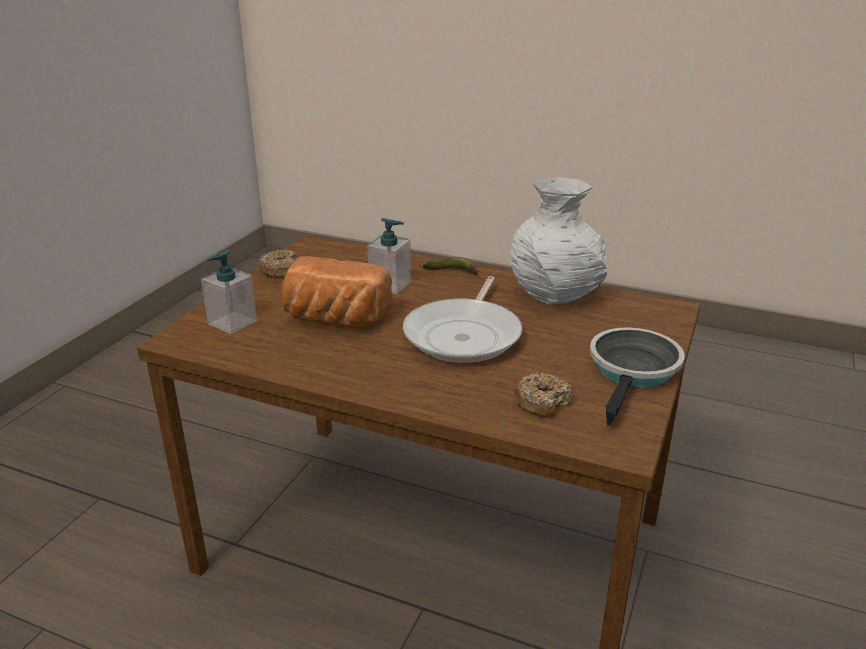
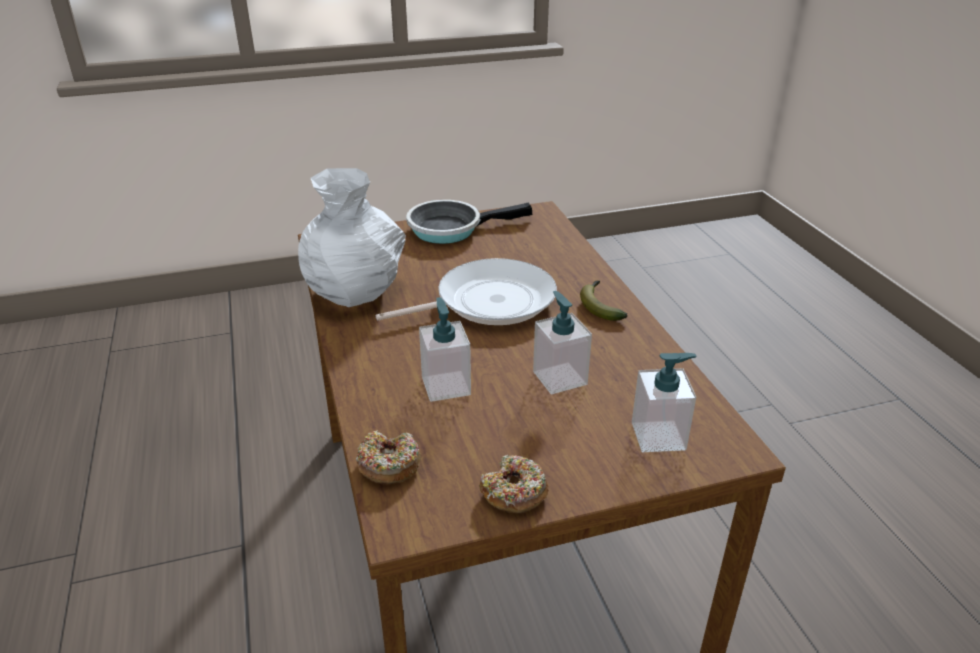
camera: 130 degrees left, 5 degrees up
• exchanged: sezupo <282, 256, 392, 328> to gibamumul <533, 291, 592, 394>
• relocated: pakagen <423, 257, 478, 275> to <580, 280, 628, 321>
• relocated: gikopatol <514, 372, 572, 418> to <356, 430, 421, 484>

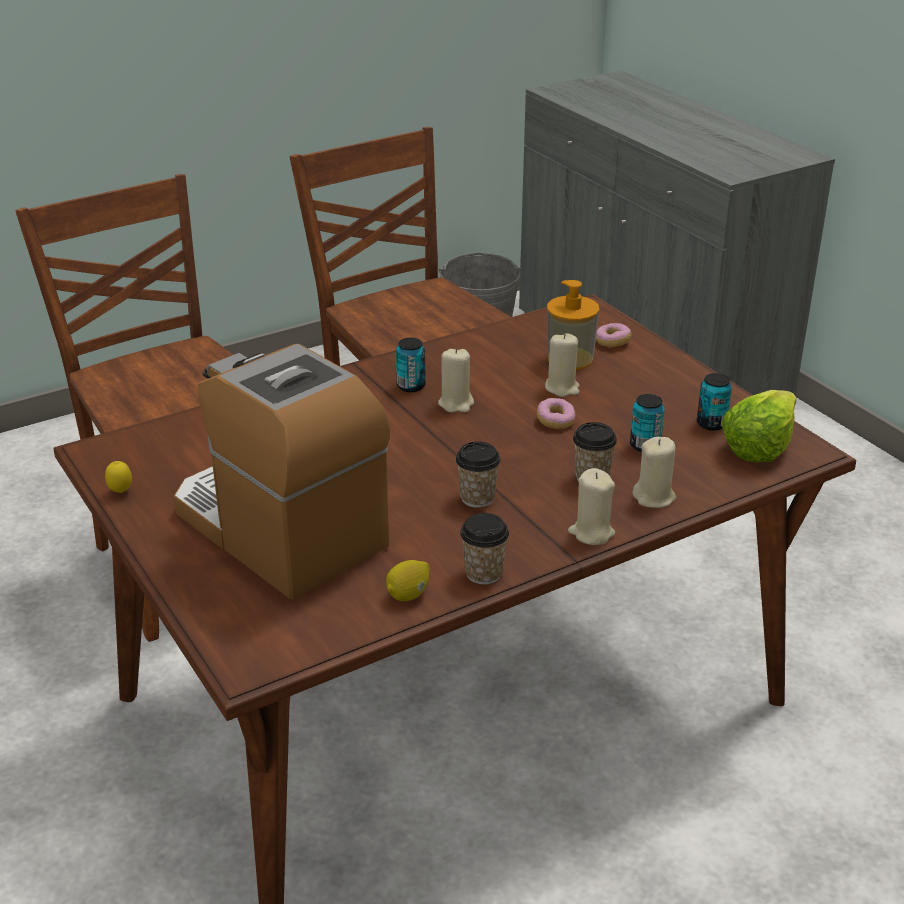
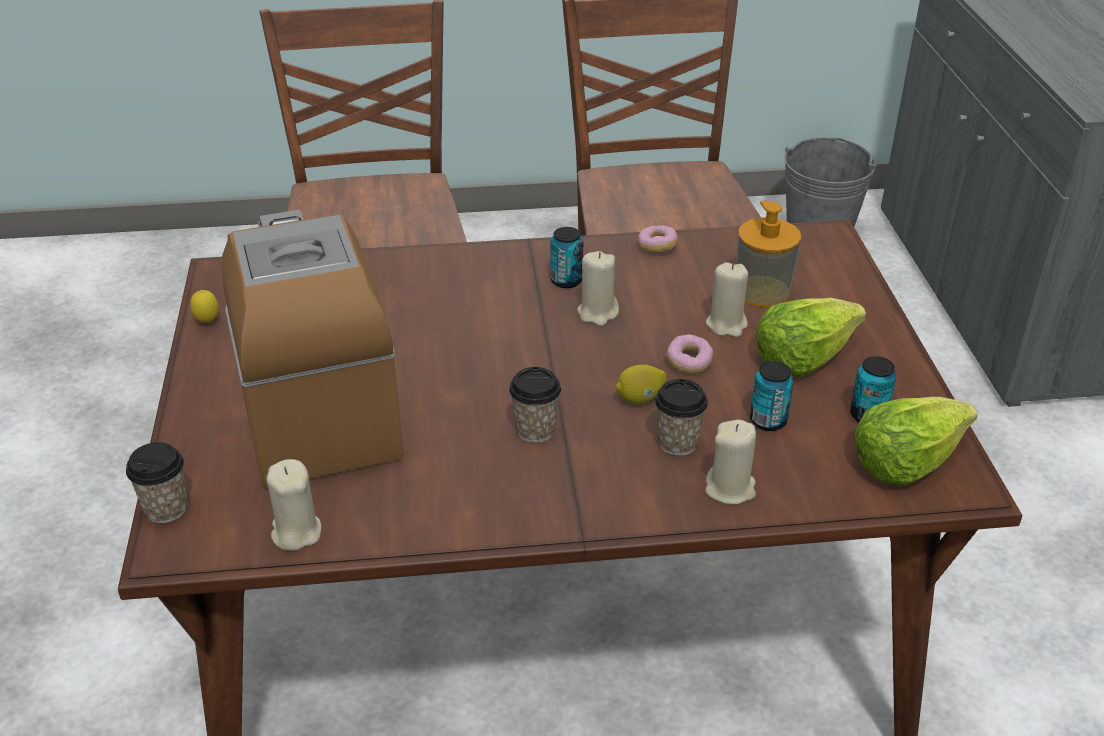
camera: 25 degrees right, 5 degrees up
• relocated: gikopatol <596, 323, 632, 347> to <638, 225, 678, 253>
• relocated: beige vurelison <568, 468, 615, 545> to <266, 459, 321, 551>
• relocated: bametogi <460, 513, 509, 585> to <126, 442, 188, 523>
• relocated: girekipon <386, 560, 430, 601> to <615, 365, 666, 404>
• appeared: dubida <756, 298, 866, 377>

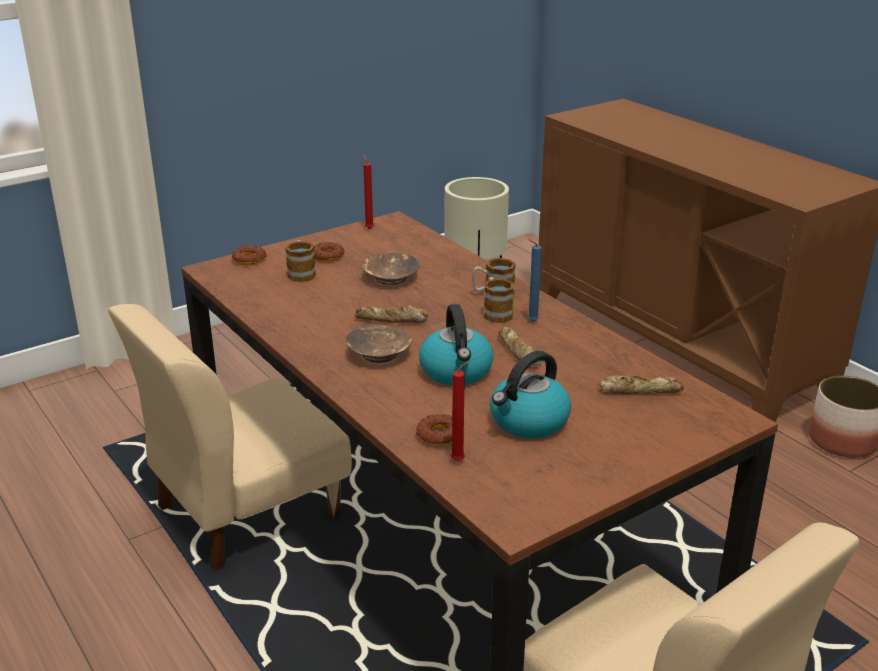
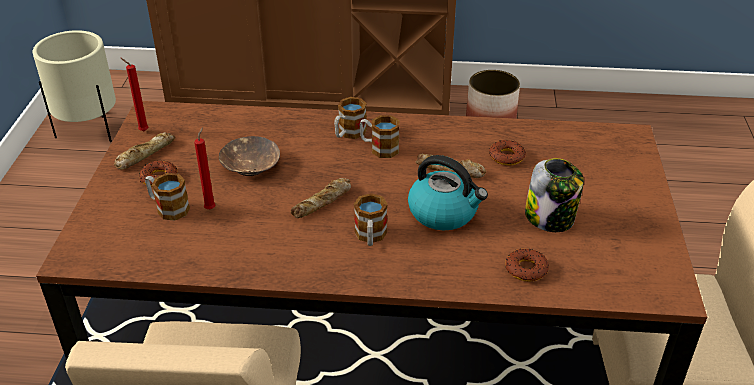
camera: 50 degrees left, 10 degrees up
• missing: blue vurelison <528, 239, 542, 322>
• relocated: gikopatol <232, 245, 266, 265> to <489, 140, 526, 165>
• exchanged: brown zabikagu <346, 325, 412, 363> to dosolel <354, 193, 388, 246>
• exchanged: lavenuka <490, 351, 571, 438> to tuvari <525, 158, 584, 232>
• relocated: red vurelison <451, 361, 470, 461> to <194, 127, 215, 209>
• relocated: sezupo <599, 375, 684, 394> to <114, 132, 175, 169>

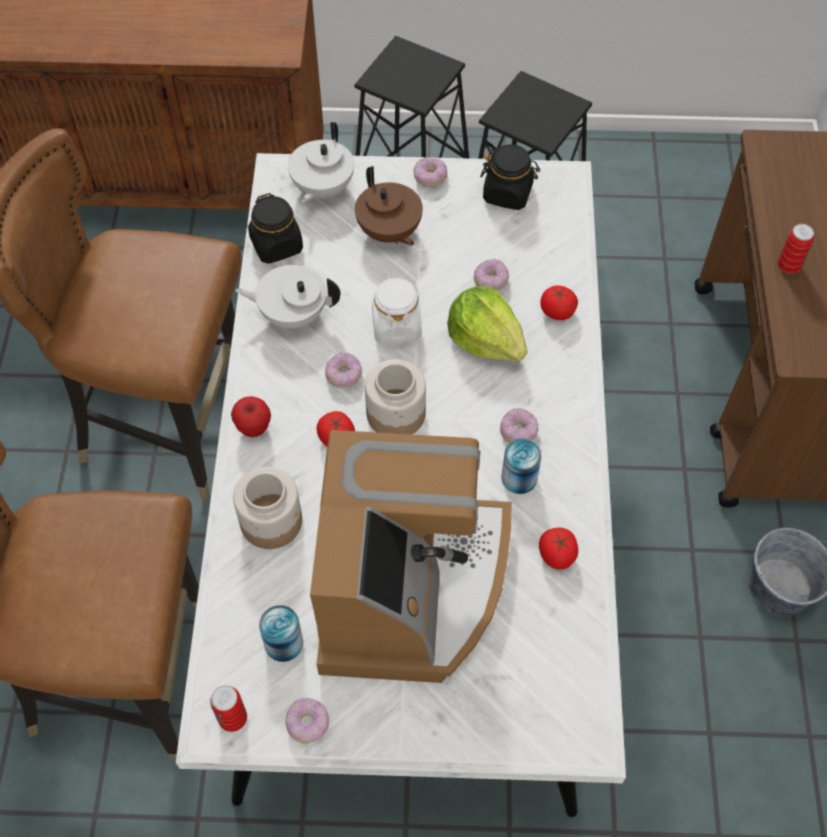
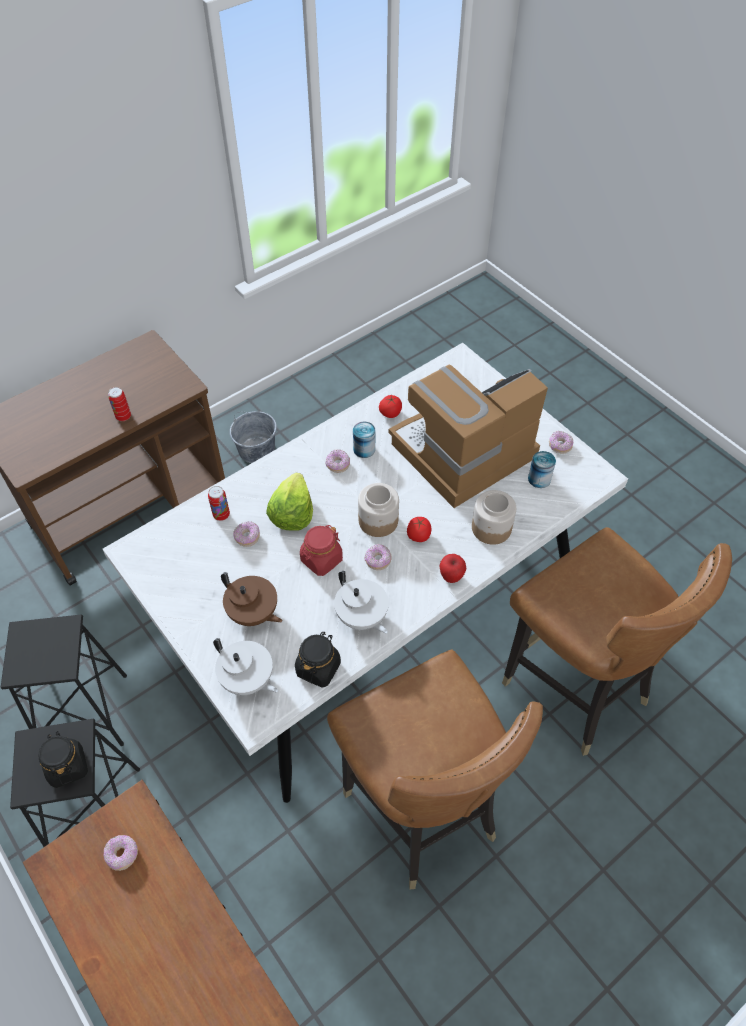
camera: 130 degrees left, 5 degrees down
• spun: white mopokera <288, 122, 354, 202> = <213, 638, 278, 695> 60 degrees clockwise
• relocated: black tuvari <480, 144, 540, 210> to <39, 731, 88, 788>
• relocated: gikopatol <413, 158, 447, 187> to <104, 835, 138, 871>
• spun: brown mopokera <355, 166, 423, 246> = <221, 572, 283, 626> 105 degrees clockwise
• colour: white tuvari <372, 275, 422, 344> to red tuvari <300, 525, 343, 576>
• missing: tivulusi <540, 285, 578, 320>
• relocated: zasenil <210, 685, 247, 732> to <208, 486, 230, 521>

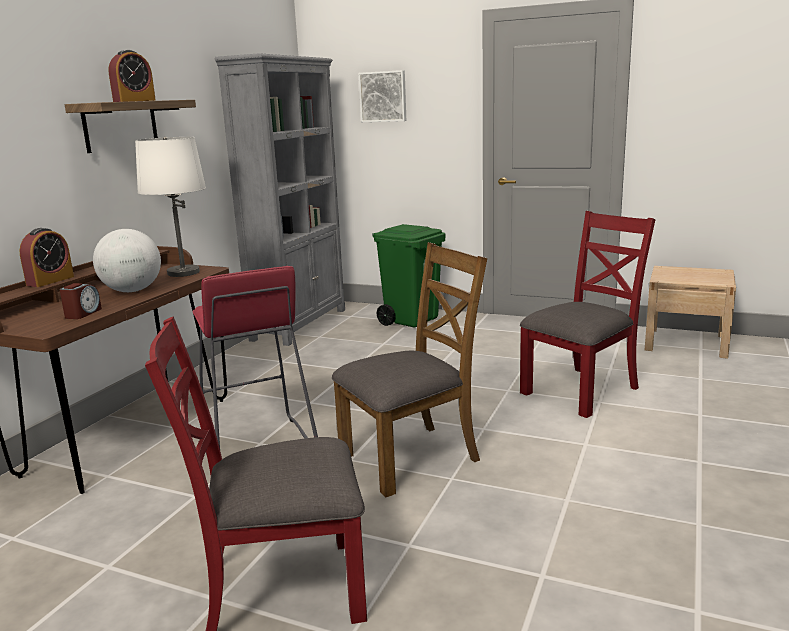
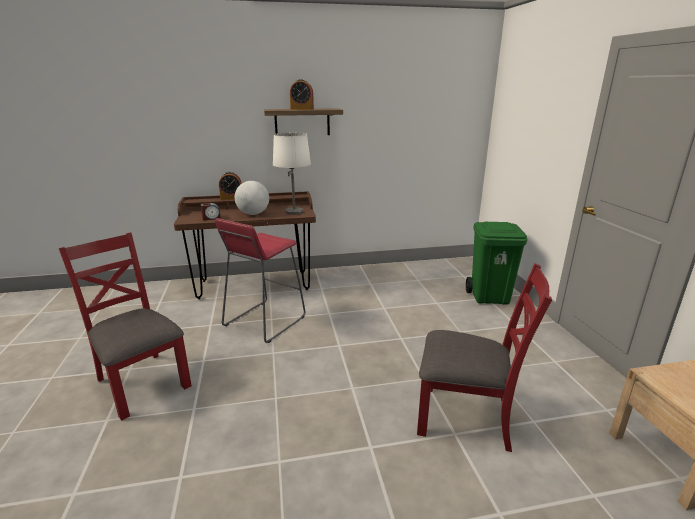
camera: 55 degrees right, 5 degrees up
• missing: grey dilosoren <215, 53, 345, 346>
• missing: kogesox <358, 70, 406, 122>
• missing: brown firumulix <332, 242, 487, 497>

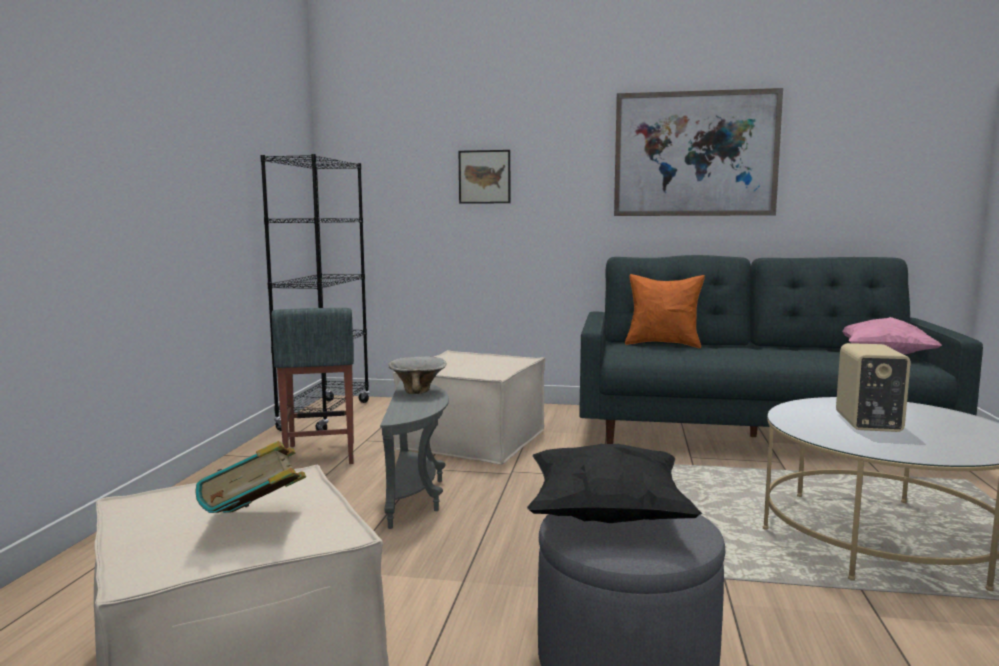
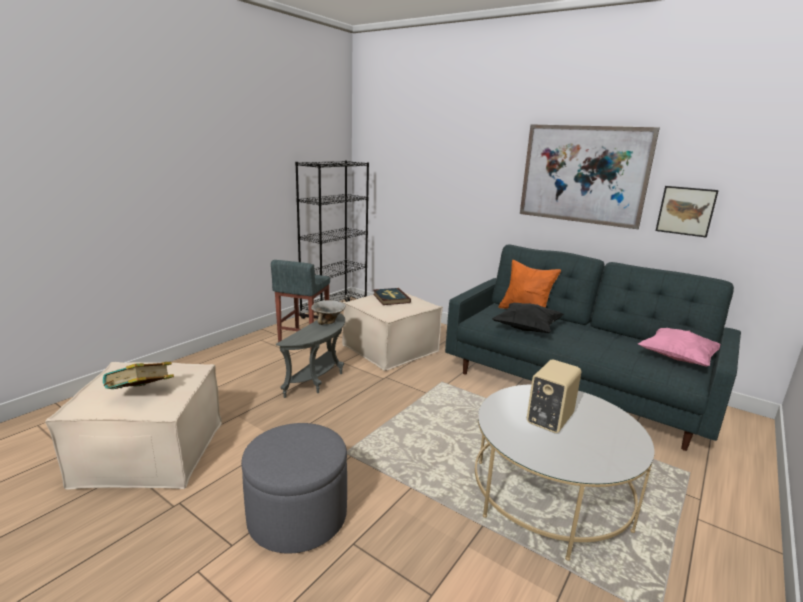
camera: 25 degrees right, 10 degrees up
• relocated: kogesox <459, 150, 510, 204> to <656, 186, 719, 238>
• relocated: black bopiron <527, 444, 702, 523> to <492, 303, 564, 333>
• appeared: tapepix <373, 288, 411, 305>

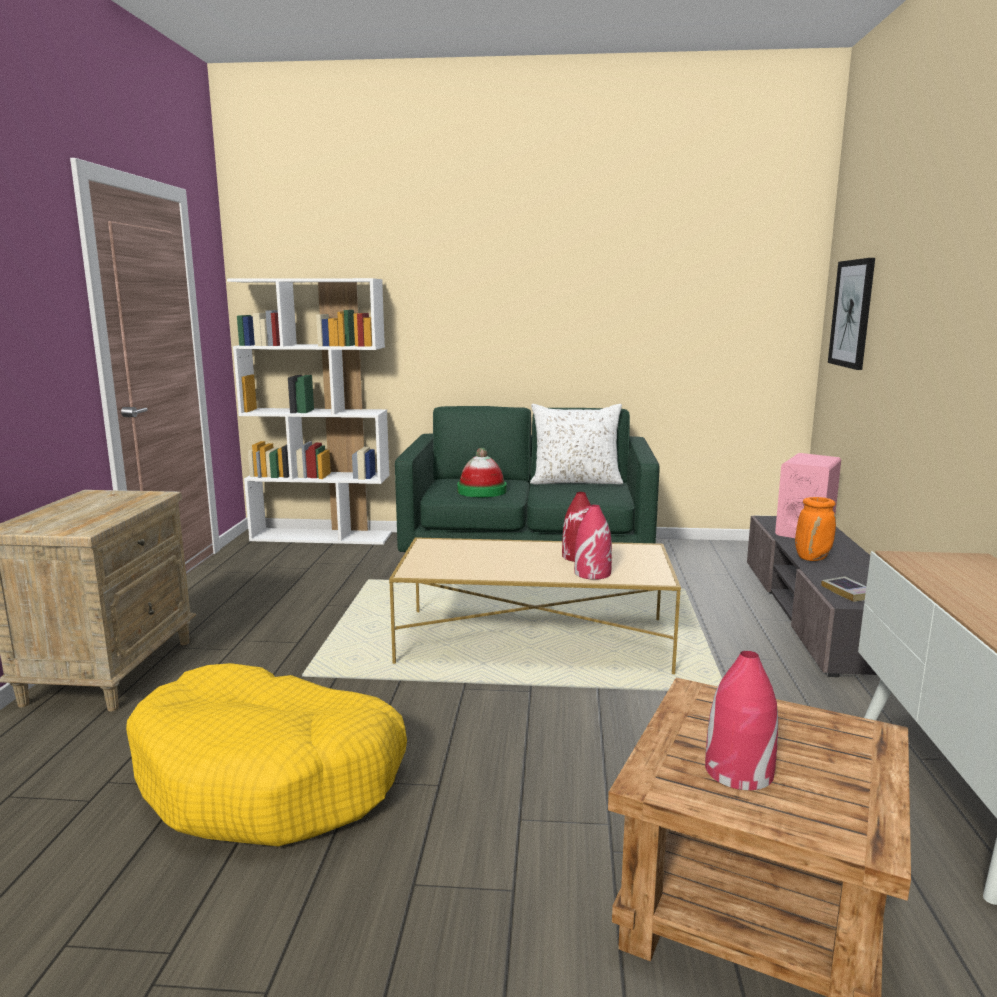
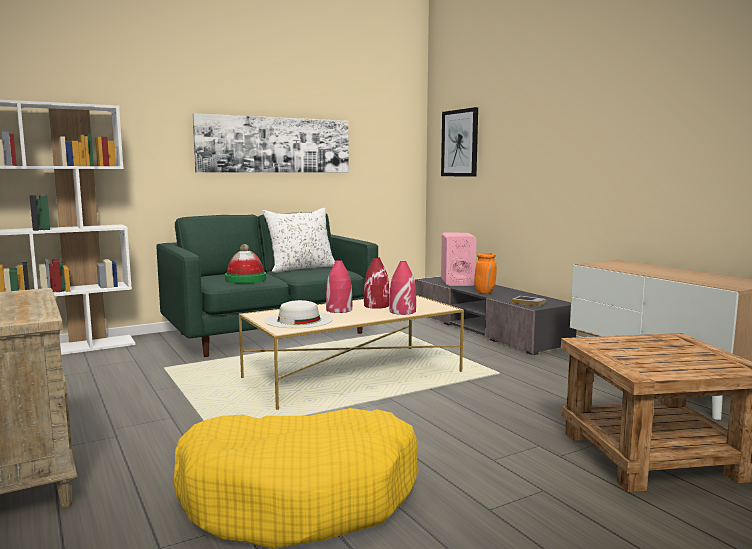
camera: 35 degrees left, 5 degrees down
• relocated: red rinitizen <705, 651, 778, 790> to <326, 260, 352, 313>
• appeared: kogesox <192, 113, 349, 173>
• appeared: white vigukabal <265, 300, 333, 328>

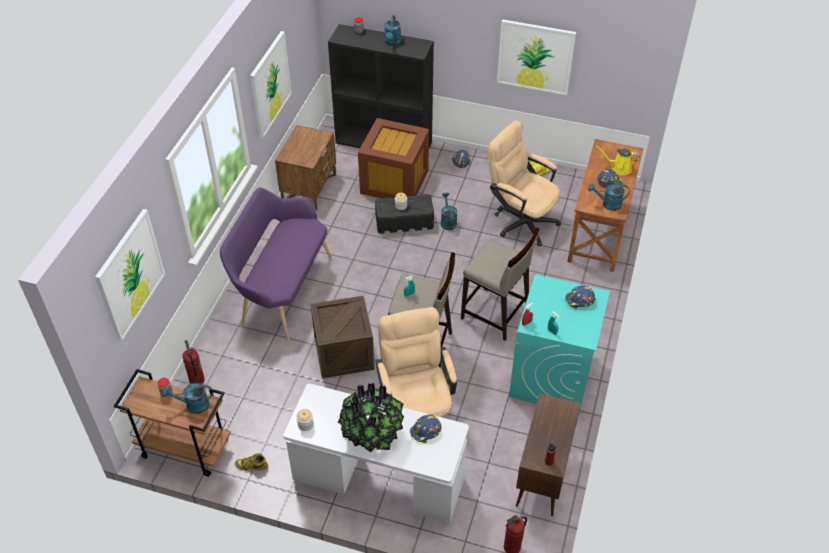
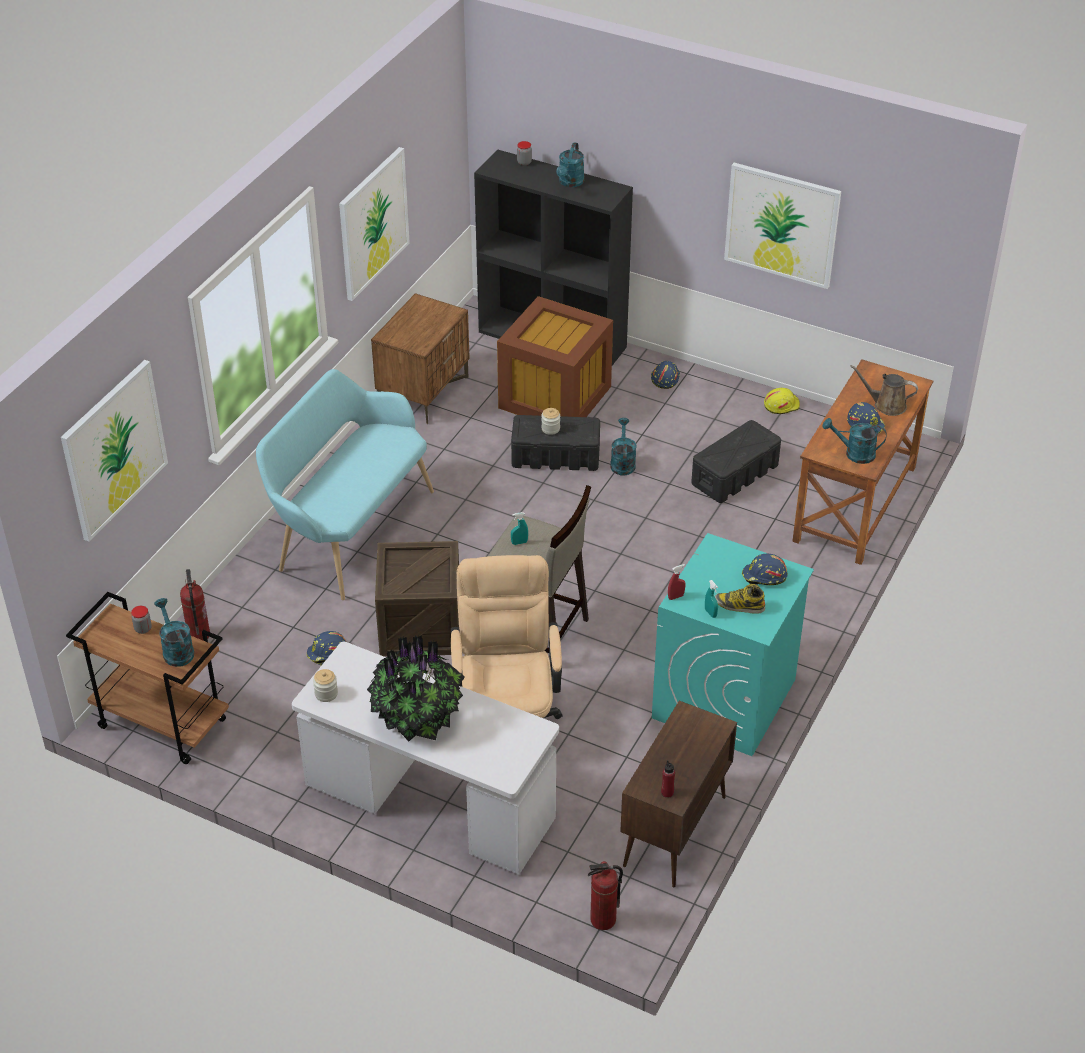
camera: 10 degrees right, 5 degrees down
• exchanged: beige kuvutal <488, 120, 561, 246> to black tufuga <691, 420, 781, 503>
• colour: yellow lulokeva <596, 146, 640, 175> to brown lulokeva <850, 365, 918, 416>
• colour: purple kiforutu <220, 187, 332, 342> to turquoise kiforutu <256, 369, 434, 600>
• missing: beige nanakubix <461, 227, 539, 341>
• spun: turquoise lulokeva <162, 383, 212, 414> = <154, 598, 194, 667> 60 degrees clockwise
• relocated: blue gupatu <410, 415, 442, 443> to <307, 631, 346, 666>
• relocated: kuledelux <235, 453, 268, 471> to <715, 584, 765, 614>

